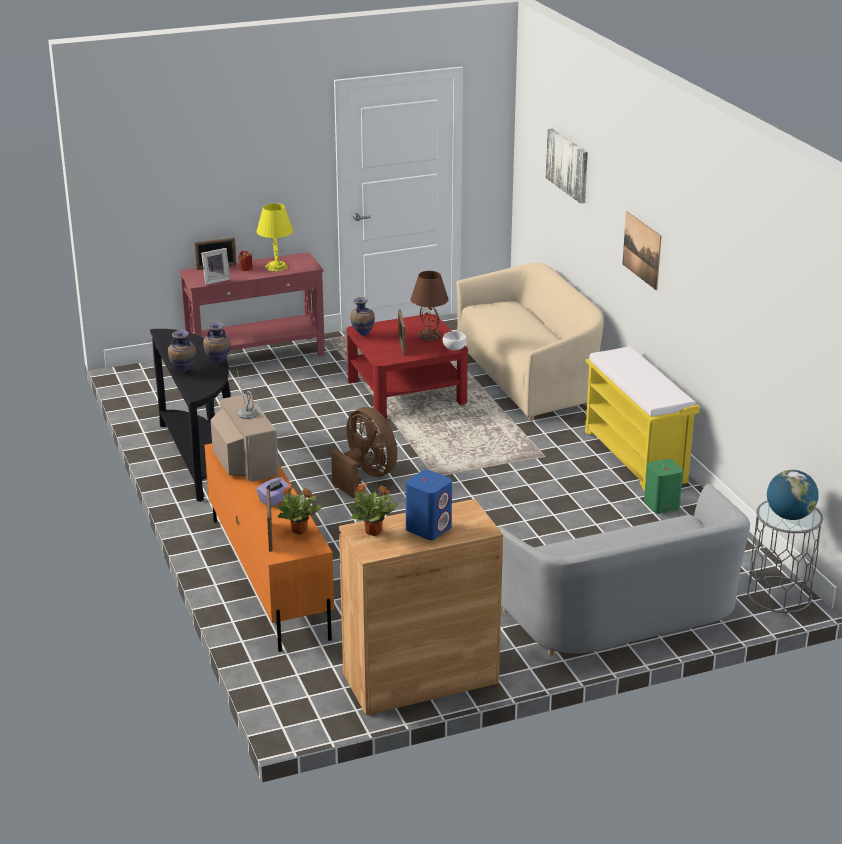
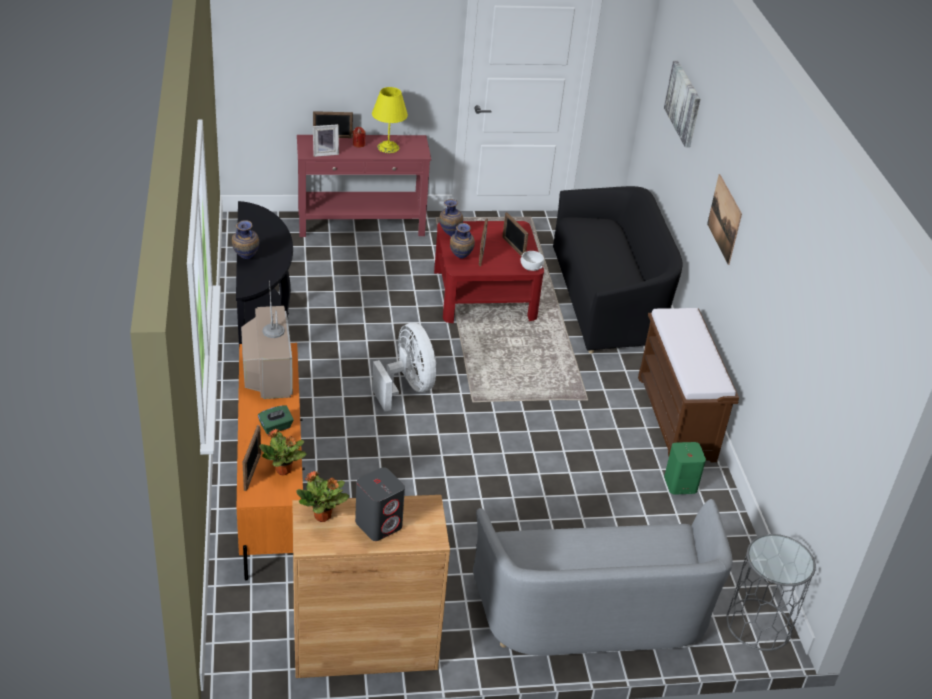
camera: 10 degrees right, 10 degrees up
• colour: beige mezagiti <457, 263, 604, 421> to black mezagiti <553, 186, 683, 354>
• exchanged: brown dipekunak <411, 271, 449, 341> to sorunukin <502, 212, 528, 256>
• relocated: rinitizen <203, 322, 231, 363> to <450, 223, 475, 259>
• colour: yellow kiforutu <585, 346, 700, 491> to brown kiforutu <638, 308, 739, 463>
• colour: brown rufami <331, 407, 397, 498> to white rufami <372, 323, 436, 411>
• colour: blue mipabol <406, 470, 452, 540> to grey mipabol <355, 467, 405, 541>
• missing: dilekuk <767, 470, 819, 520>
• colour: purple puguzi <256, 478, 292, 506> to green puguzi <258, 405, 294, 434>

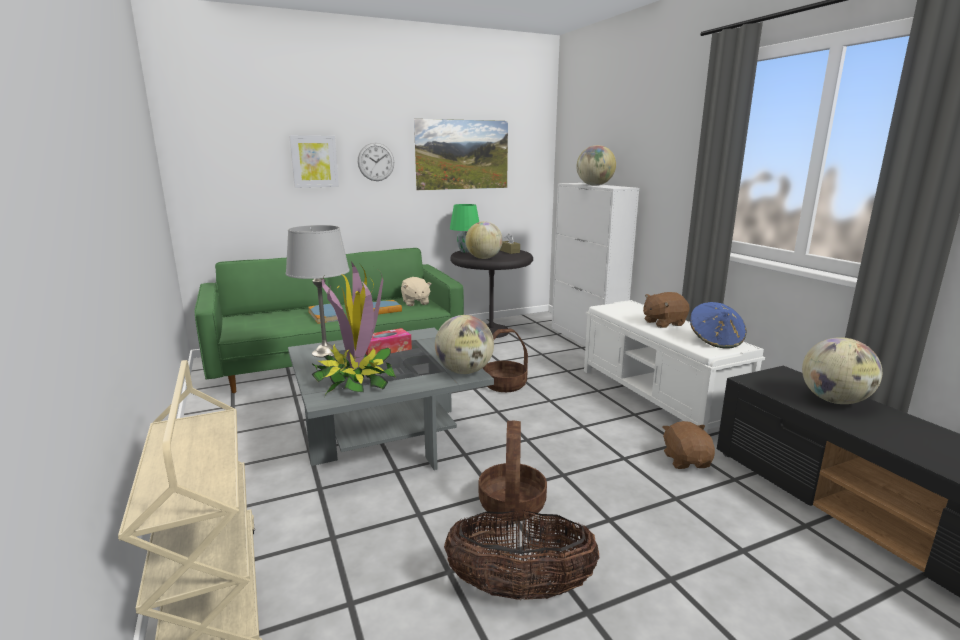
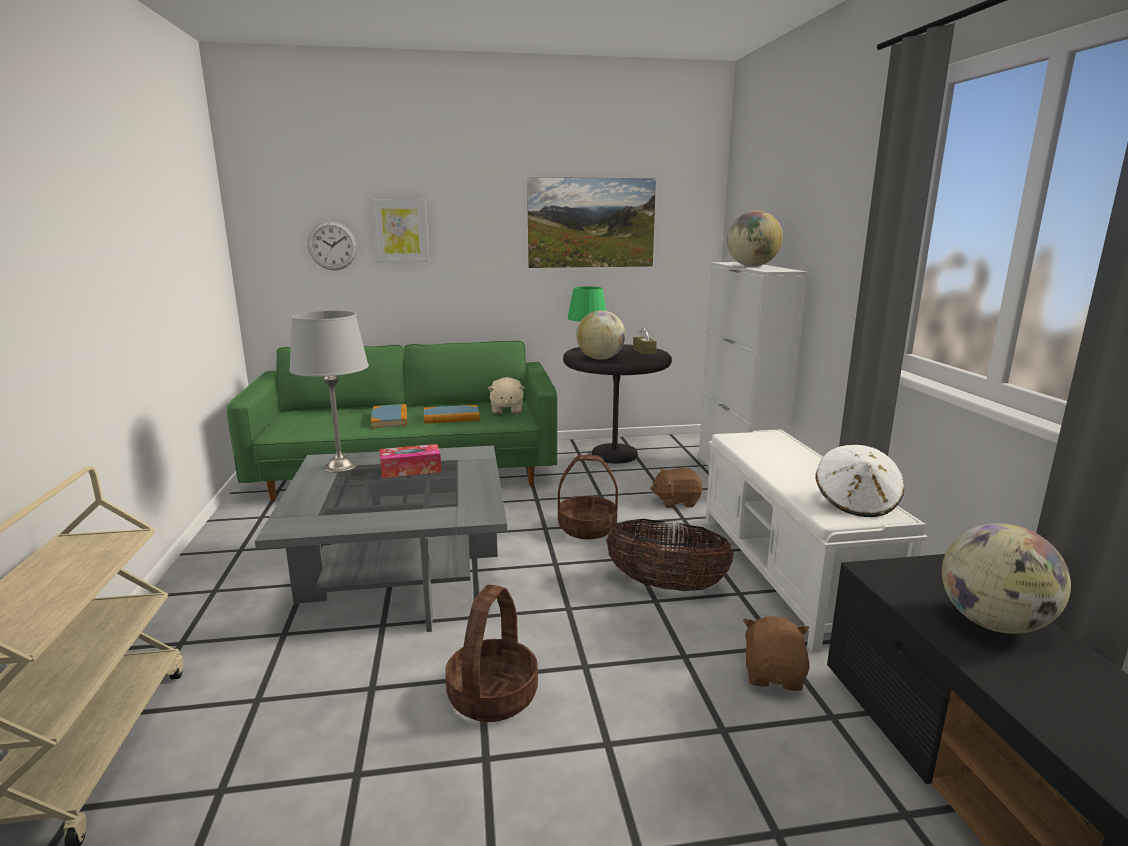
camera: 15 degrees right, 0 degrees up
• relocated: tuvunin <358, 143, 394, 181> to <308, 221, 357, 270>
• missing: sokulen <312, 262, 396, 395>
• relocated: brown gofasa <643, 292, 690, 328> to <650, 468, 702, 508>
• colour: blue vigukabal <690, 302, 747, 349> to white vigukabal <815, 445, 904, 517>
• missing: dilekuk <435, 315, 494, 374>
• relocated: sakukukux <444, 510, 599, 600> to <606, 519, 733, 591>

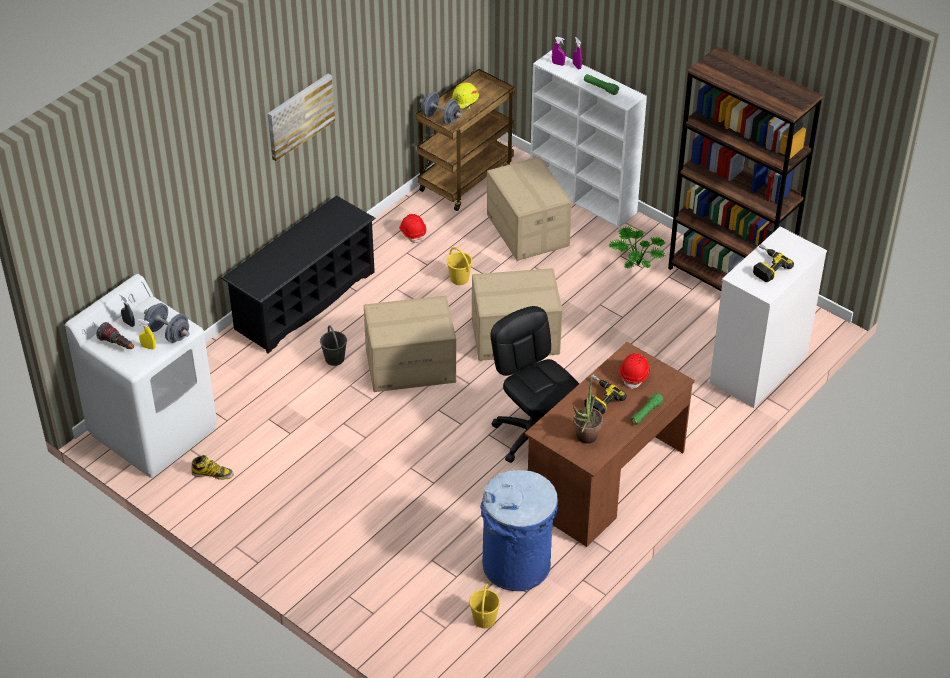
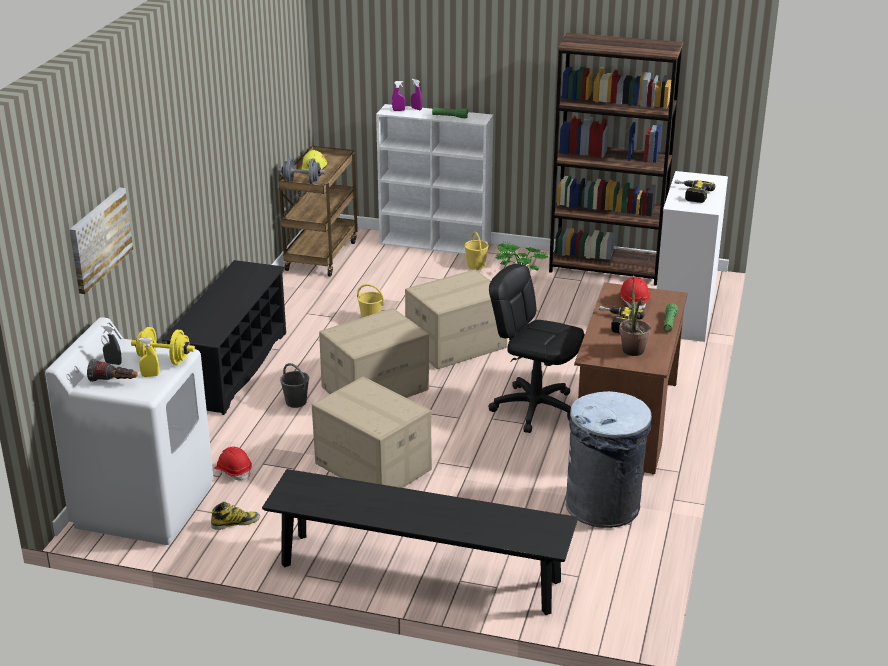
camera: 25 degrees left, 15 degrees down
• relocated: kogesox <268, 74, 335, 161> to <69, 188, 133, 294>
• relocated: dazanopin <487, 157, 572, 261> to <312, 377, 432, 488>
• relocated: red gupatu <399, 214, 426, 243> to <215, 447, 252, 481>
• colour: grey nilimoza <144, 303, 190, 343> to yellow nilimoza <131, 327, 195, 365>
• colour: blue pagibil <480, 470, 559, 591> to grey pagibil <566, 391, 652, 528>
• relocated: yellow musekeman <469, 583, 500, 628> to <464, 231, 489, 270>
• appeared: black kiforutu <262, 469, 578, 615>

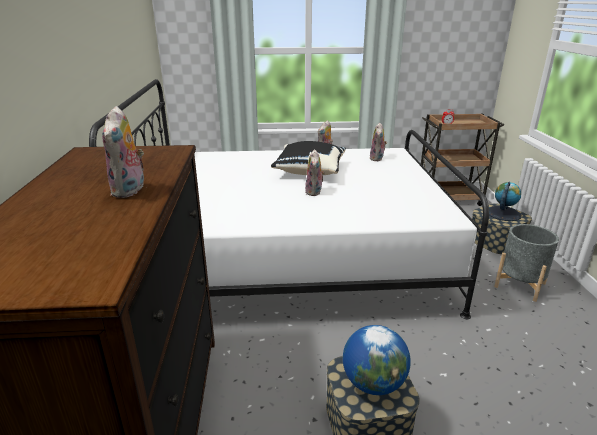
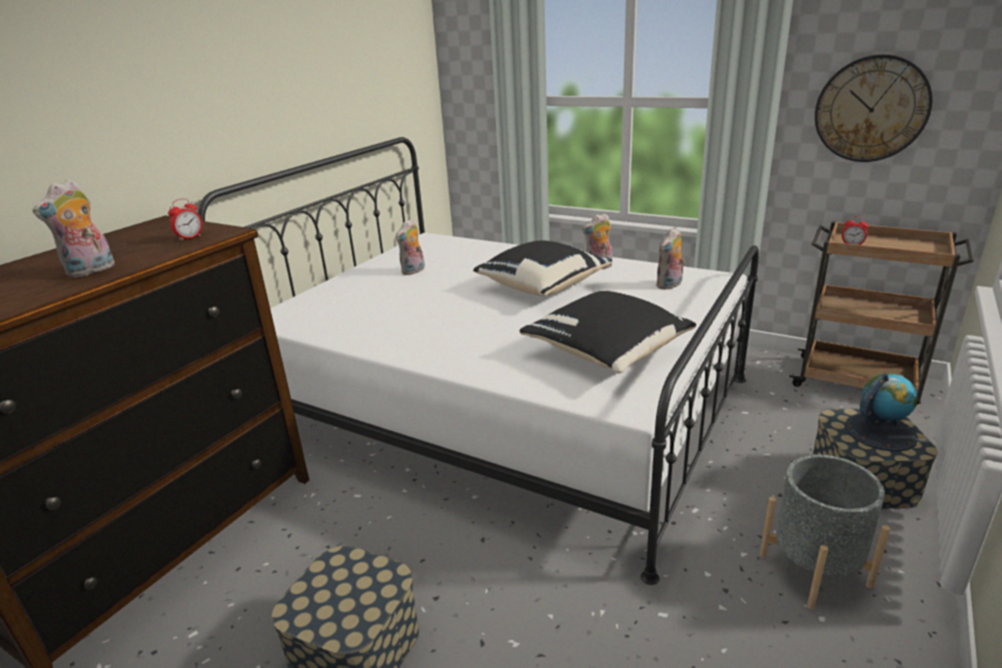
camera: 35 degrees right, 0 degrees up
• relocated: gofasa <305, 149, 325, 196> to <396, 218, 425, 275>
• missing: dilekuk <343, 325, 411, 395>
• appeared: tuvunin <815, 54, 933, 162>
• appeared: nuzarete <168, 198, 203, 241>
• appeared: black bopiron <520, 290, 696, 374>

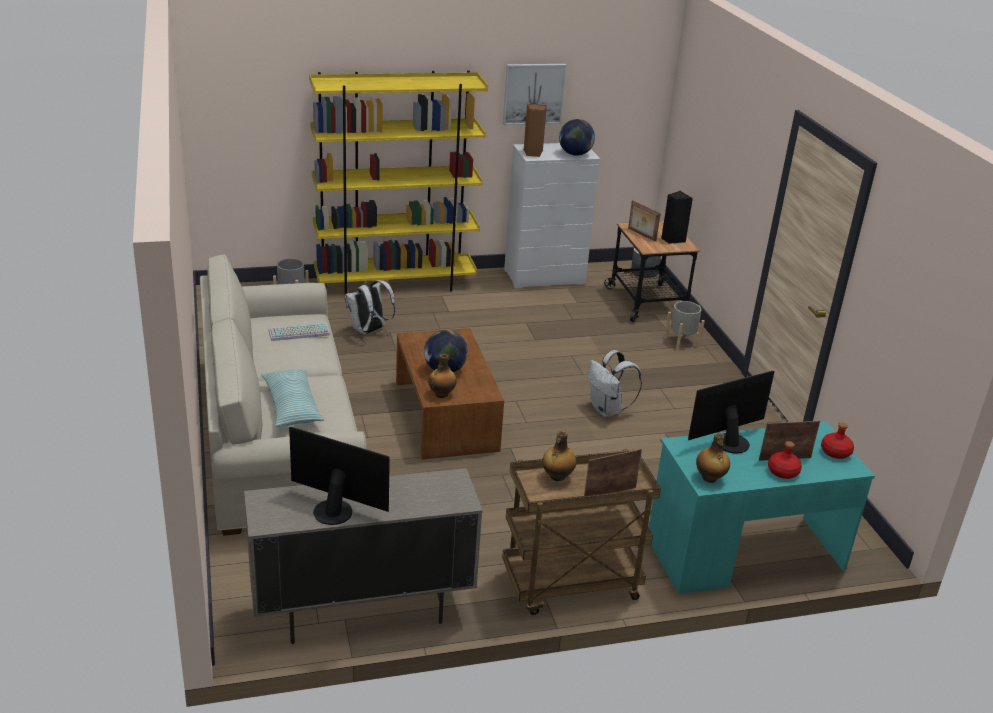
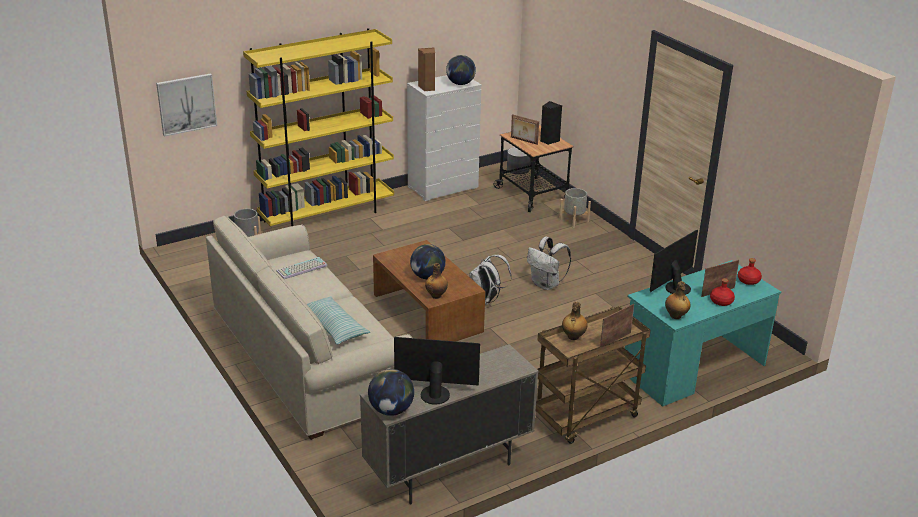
camera: 15 degrees left, 0 degrees up
• relocated: kogesox <503, 64, 567, 125> to <156, 73, 217, 137>
• relocated: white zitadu <345, 280, 395, 335> to <469, 255, 511, 305>
• appeared: dilekuk <368, 369, 414, 416>

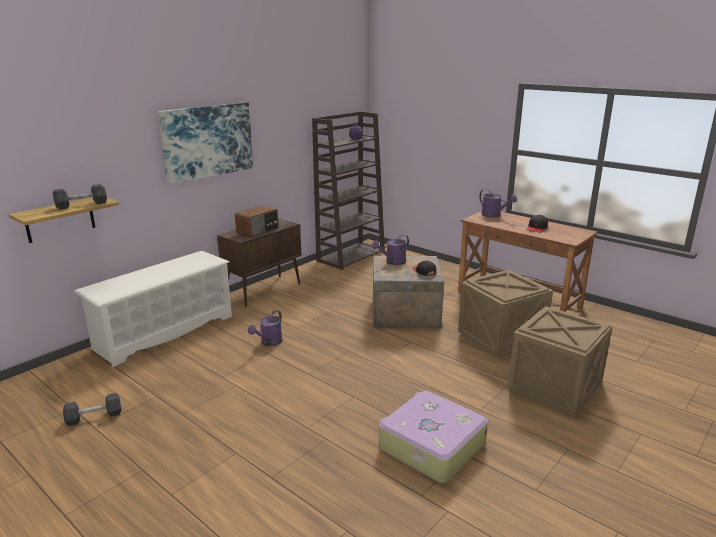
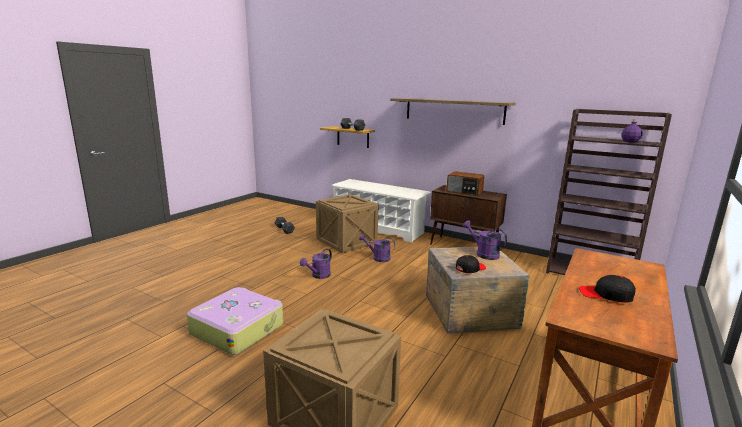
camera: 80 degrees right, 5 degrees down
• exchanged: kogesox <158, 102, 253, 185> to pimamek <390, 98, 516, 125>
• relocated: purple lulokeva <479, 189, 517, 218> to <300, 249, 332, 279>
• relocated: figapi <458, 270, 553, 357> to <316, 194, 378, 253>

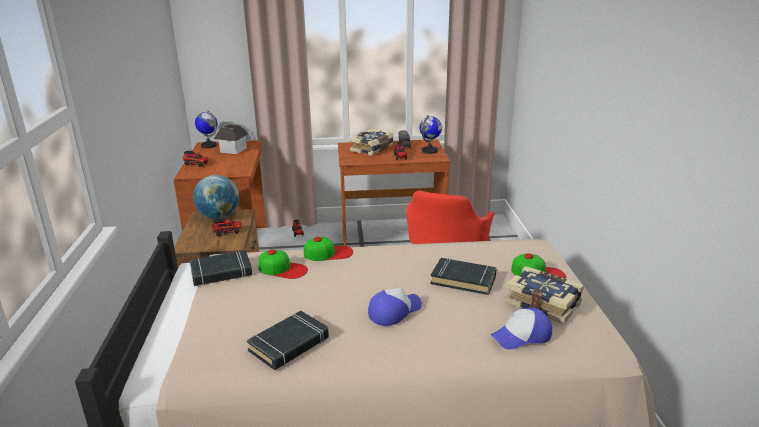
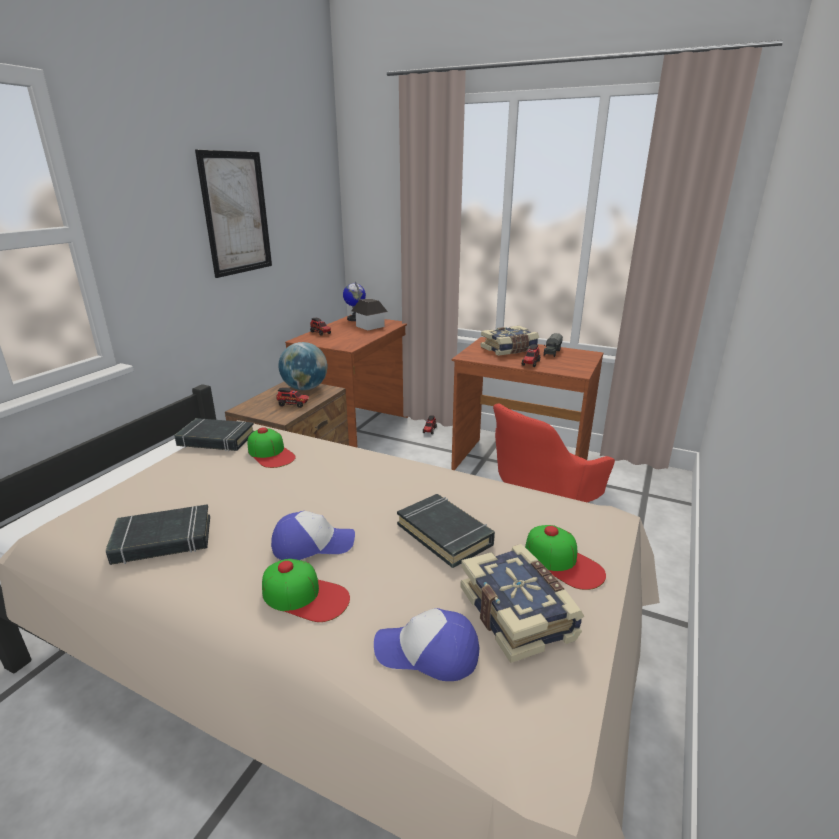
camera: 30 degrees right, 0 degrees up
• missing: dilekuk <420, 115, 442, 154>
• relocated: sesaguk <304, 237, 353, 261> to <262, 559, 350, 622>
• appeared: kogesox <195, 149, 272, 278>

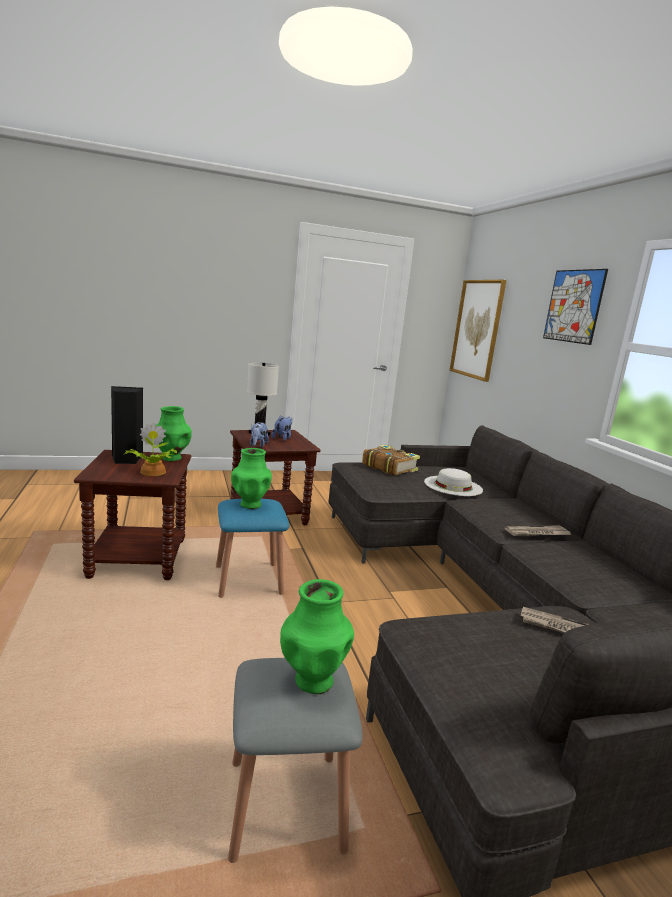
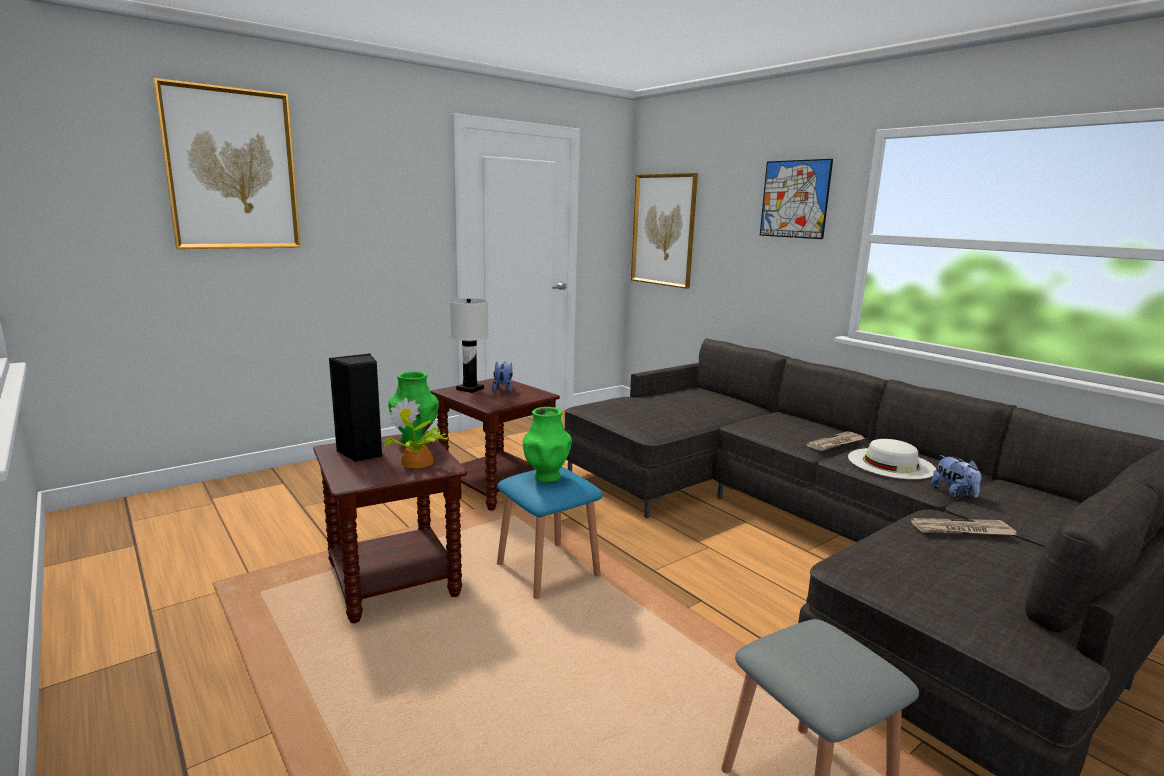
camera: 20 degrees left, 0 degrees up
• relocated: gofasa <250, 422, 269, 447> to <931, 455, 981, 498>
• missing: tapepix <362, 445, 420, 476>
• relocated: white vigukabal <424, 468, 483, 496> to <848, 439, 937, 479>
• missing: green rinitizen <280, 579, 354, 694>
• appeared: kogesox <153, 78, 301, 249>

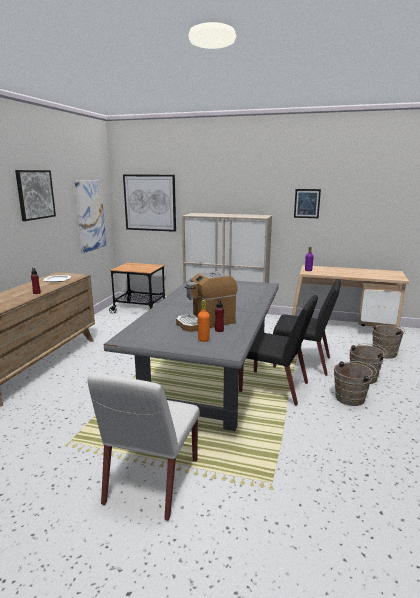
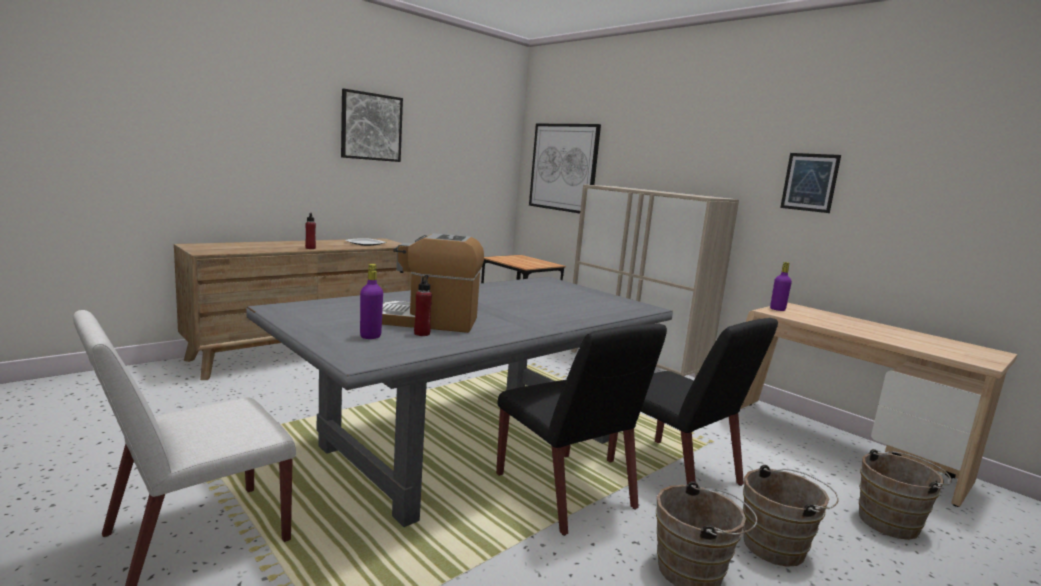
camera: 30 degrees right, 5 degrees down
• missing: kogesox <75, 180, 106, 253>
• colour: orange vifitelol <197, 300, 210, 342> to purple vifitelol <360, 264, 383, 339>

